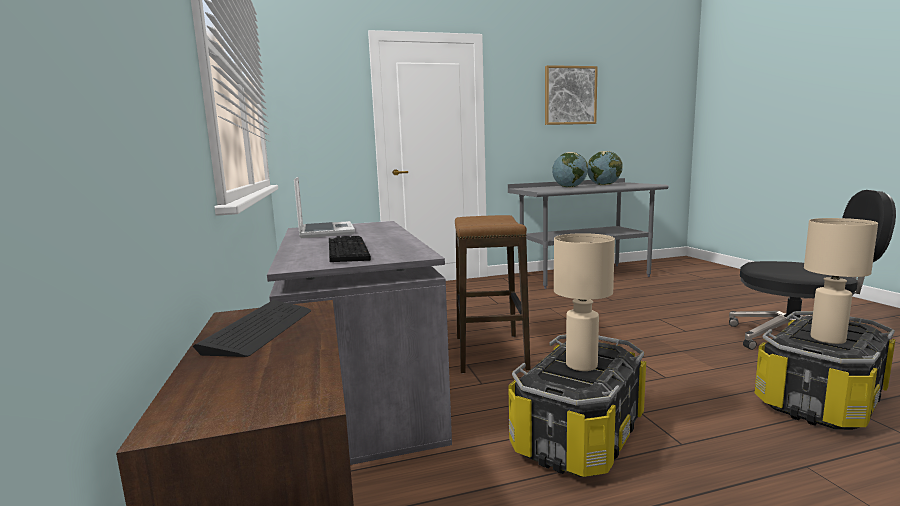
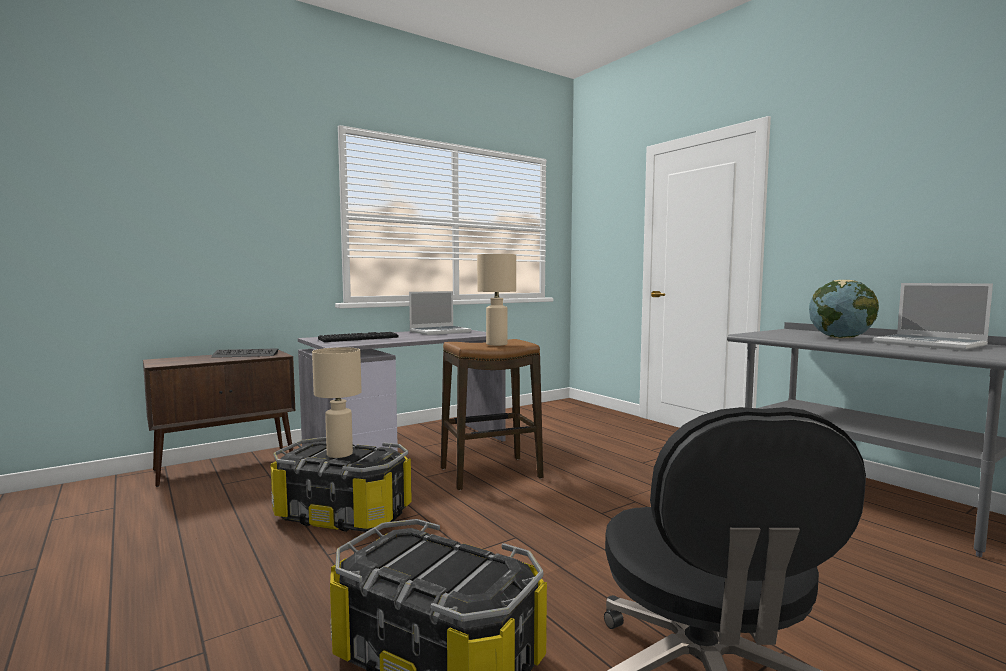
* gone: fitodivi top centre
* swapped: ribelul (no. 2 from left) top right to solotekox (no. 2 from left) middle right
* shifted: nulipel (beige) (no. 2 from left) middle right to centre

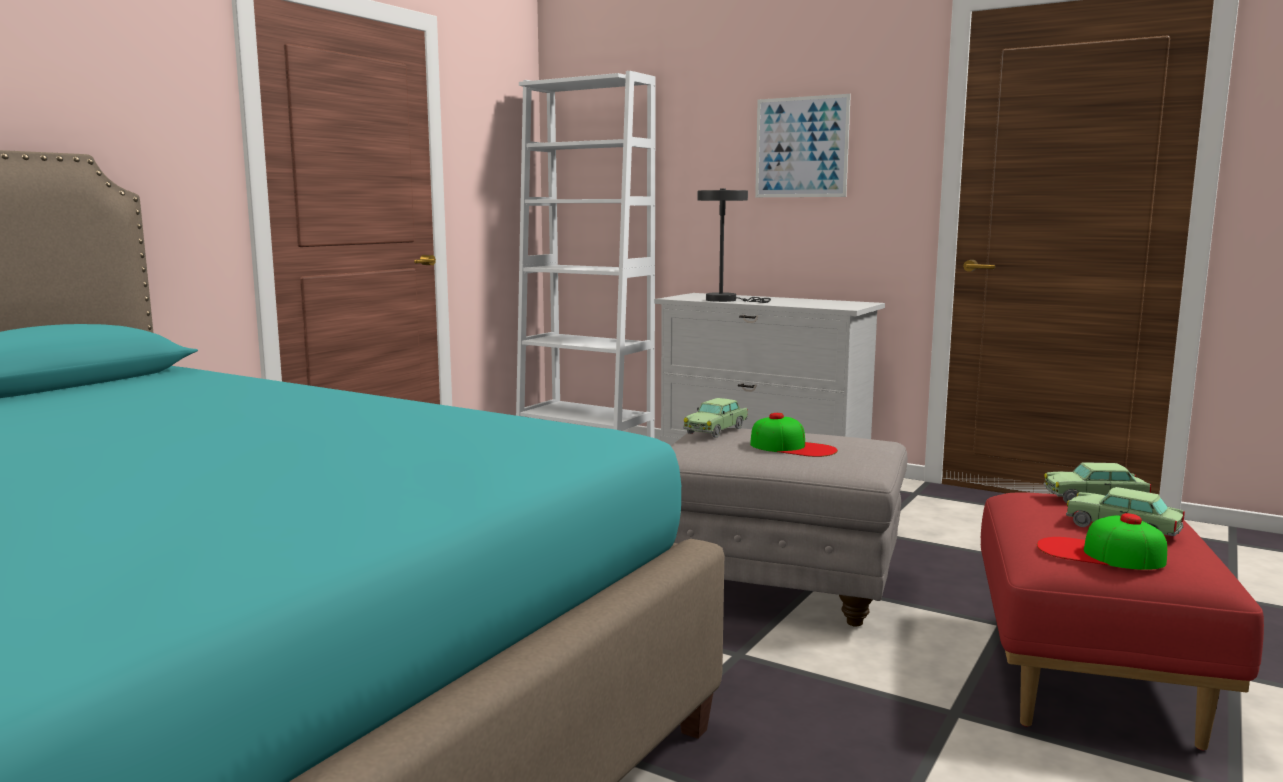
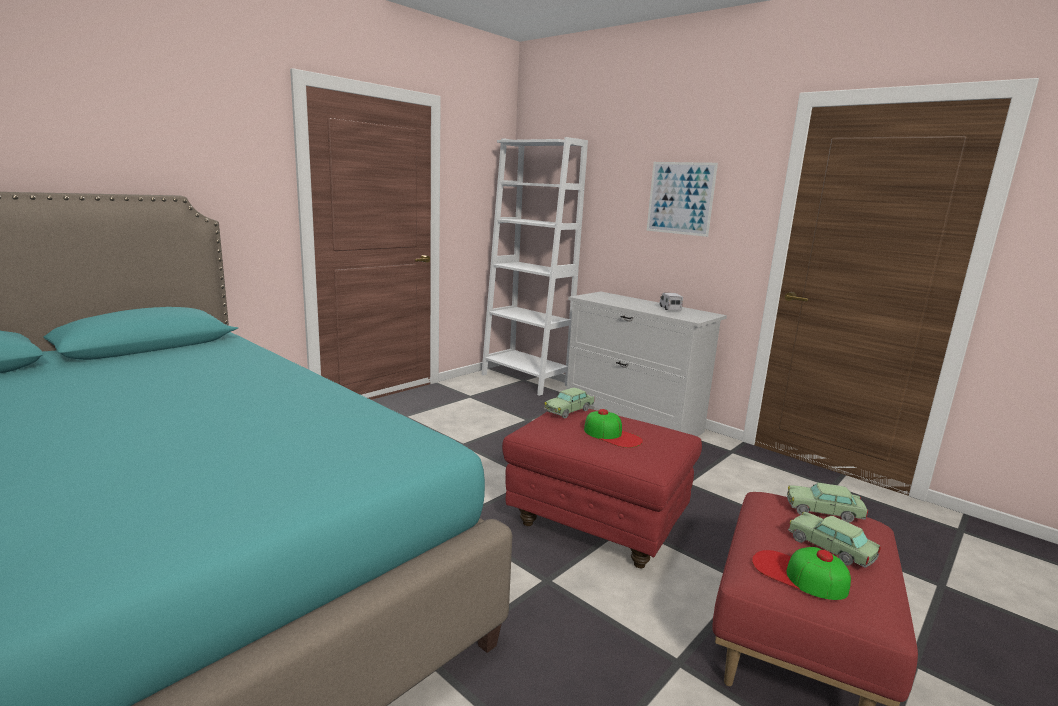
* repainted: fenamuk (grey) bottom centre to fenamuk (red) (no. 1 from left) bottom centre
* gone: nulipel (grey) top centre
* new: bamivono centre

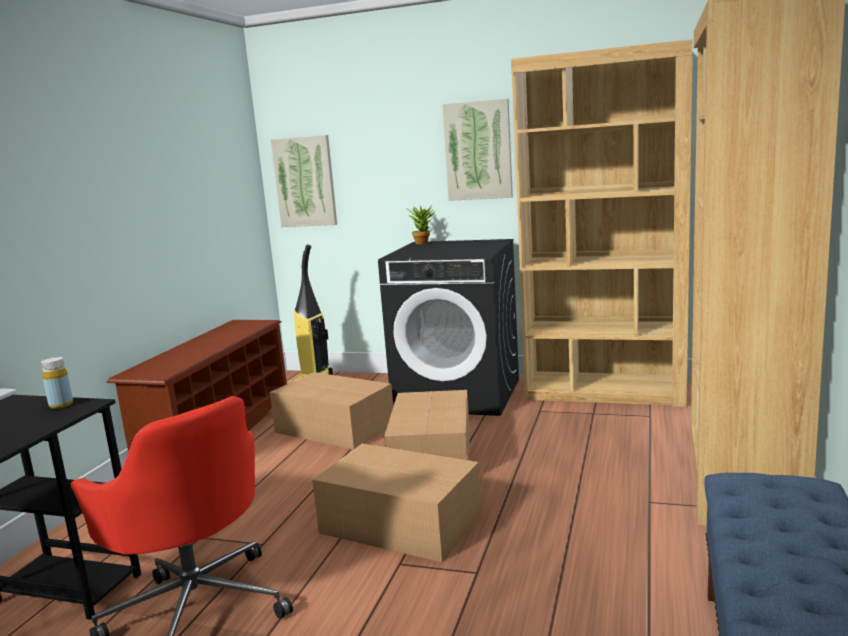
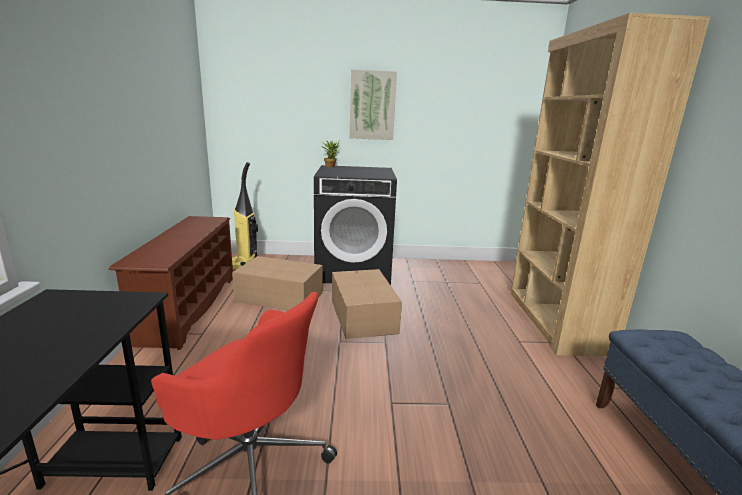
* gone: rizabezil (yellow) middle left
* gone: fitodivi (no. 1 from left) top centre
* gone: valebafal (no. 2 from left) bottom centre
* gone: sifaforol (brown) (no. 1 from left) middle right

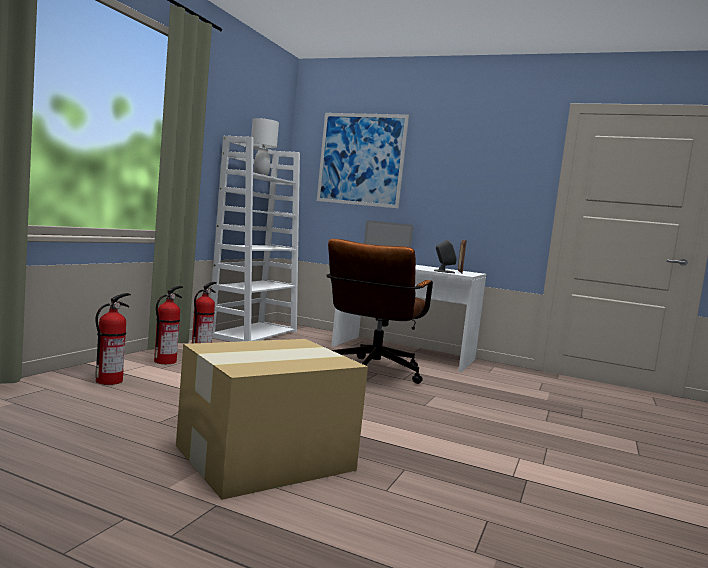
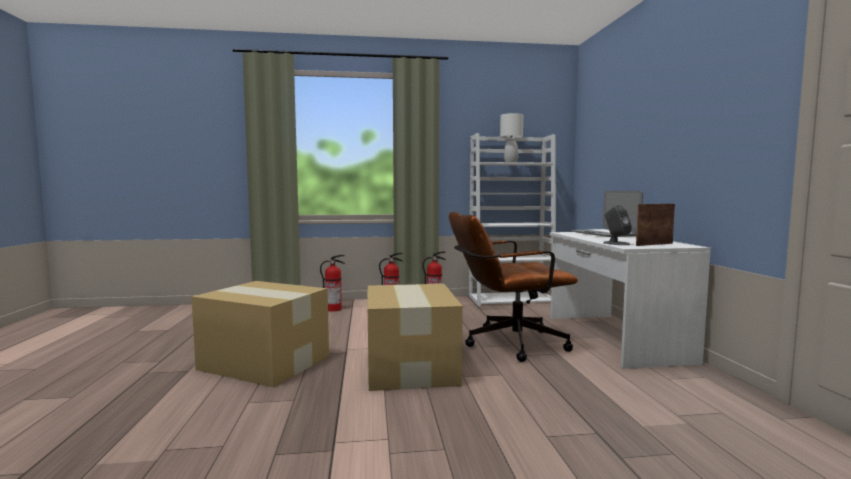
* gone: fitodivi top centre
* new: valebafal (no. 2 from left) bottom centre

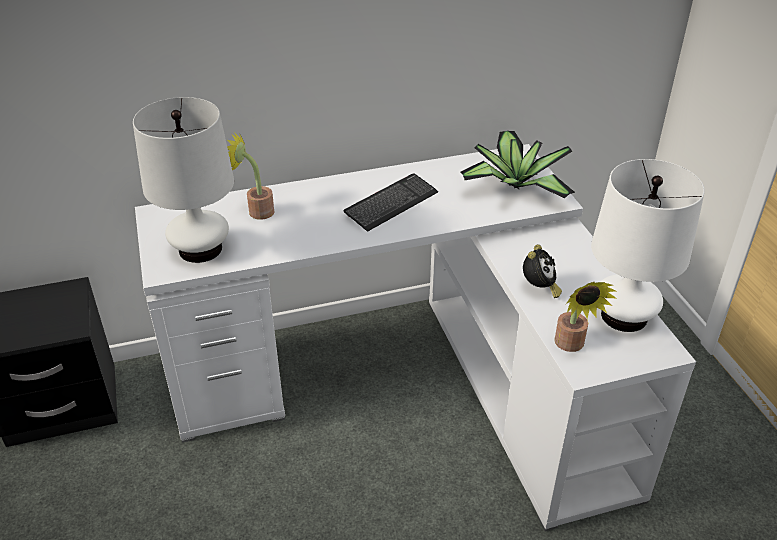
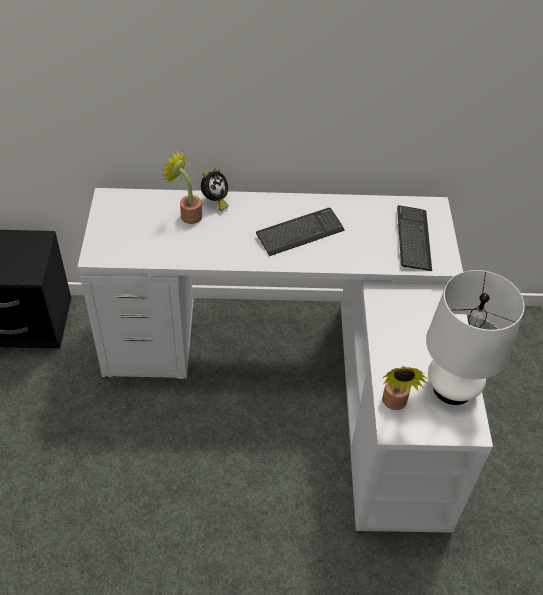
* gone: nulipel (white) (no. 1 from left) middle left
* swapped: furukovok (no. 2 from left) top centre to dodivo (no. 2 from left) middle right
* shifted: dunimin middle right to top centre

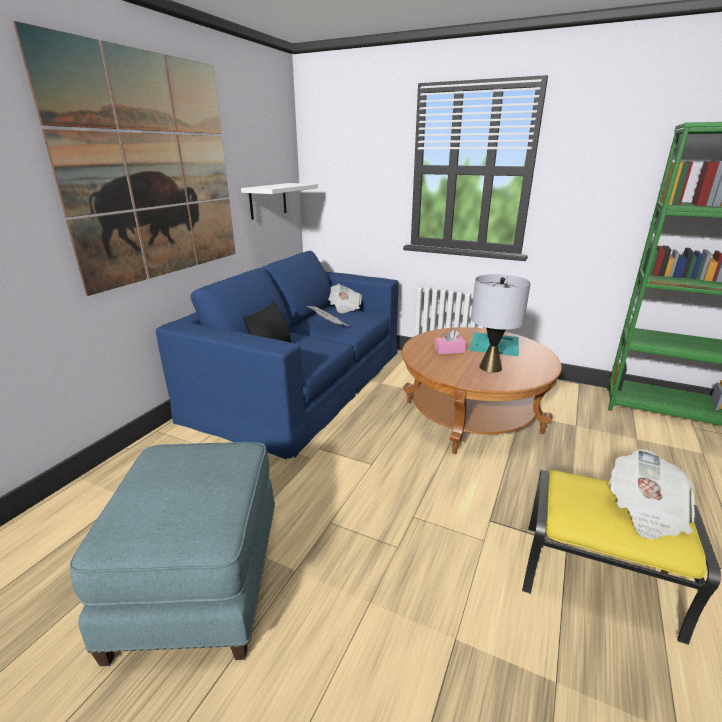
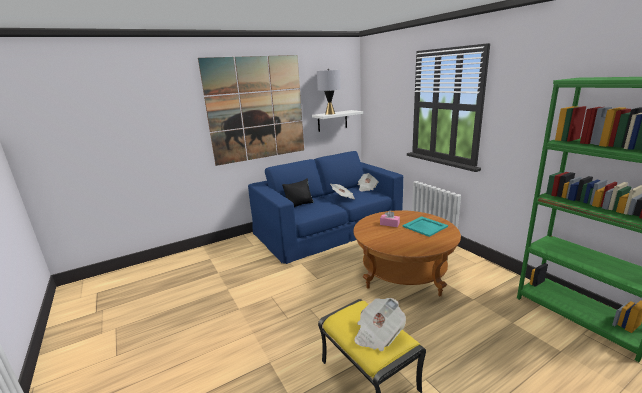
* gone: fenamuk (blue) bottom left
* shifted: nulipel (grey) middle right to top centre

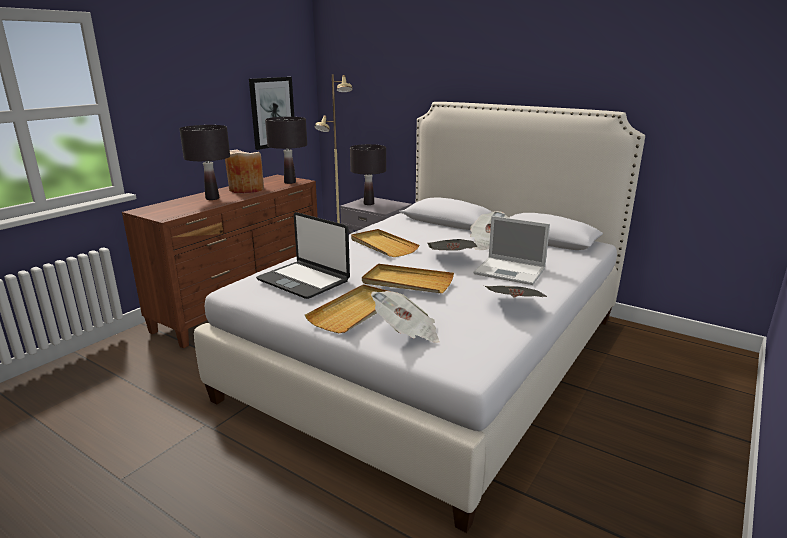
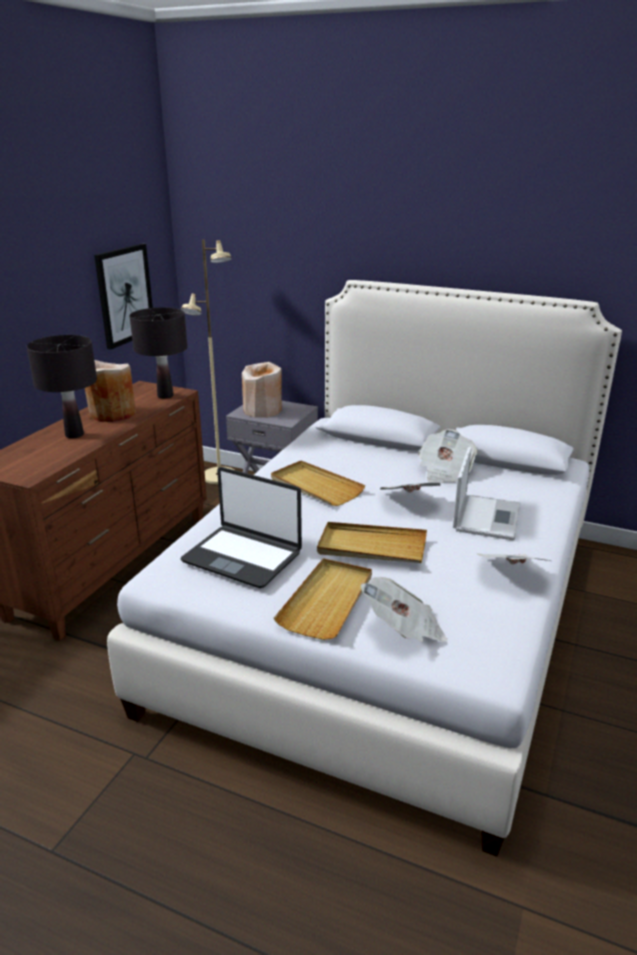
* swapped: nulipel (black) (no. 3 from left) top centre to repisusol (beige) (no. 2 from left) centre
* rotated: solotekox (no. 2 from left) centre = middle right 90 degrees counterclockwise

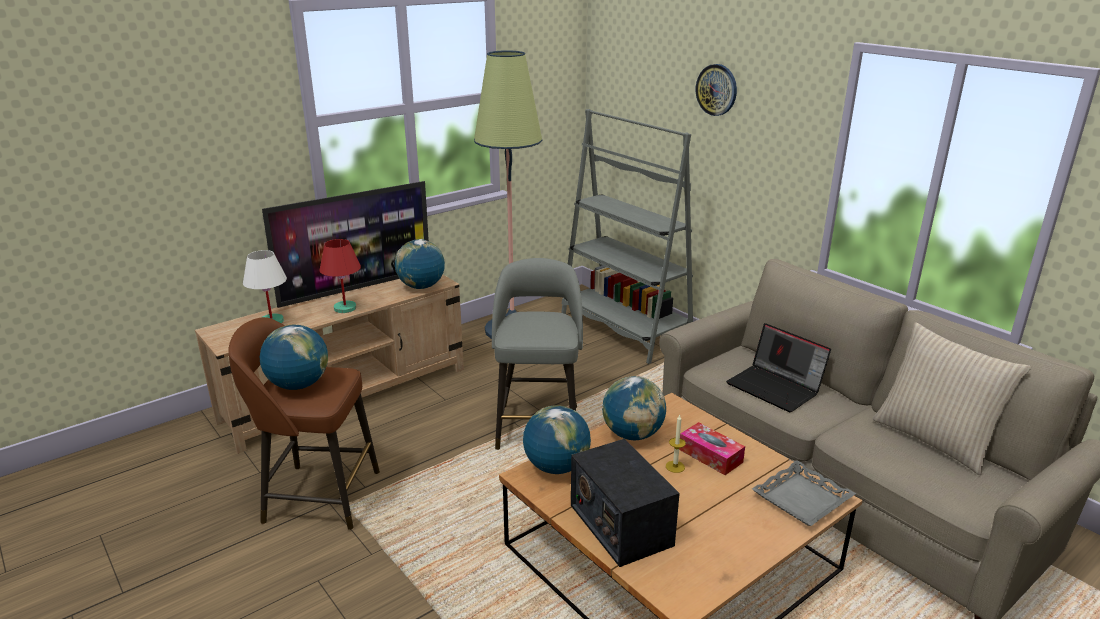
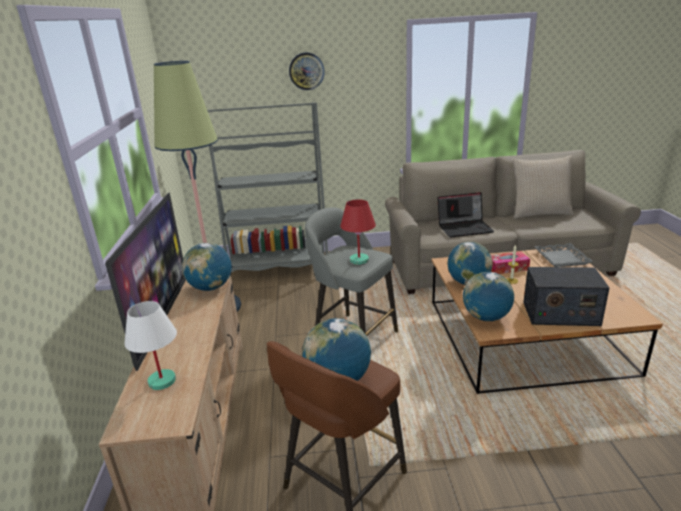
* shifted: nulipel (red) middle left to centre

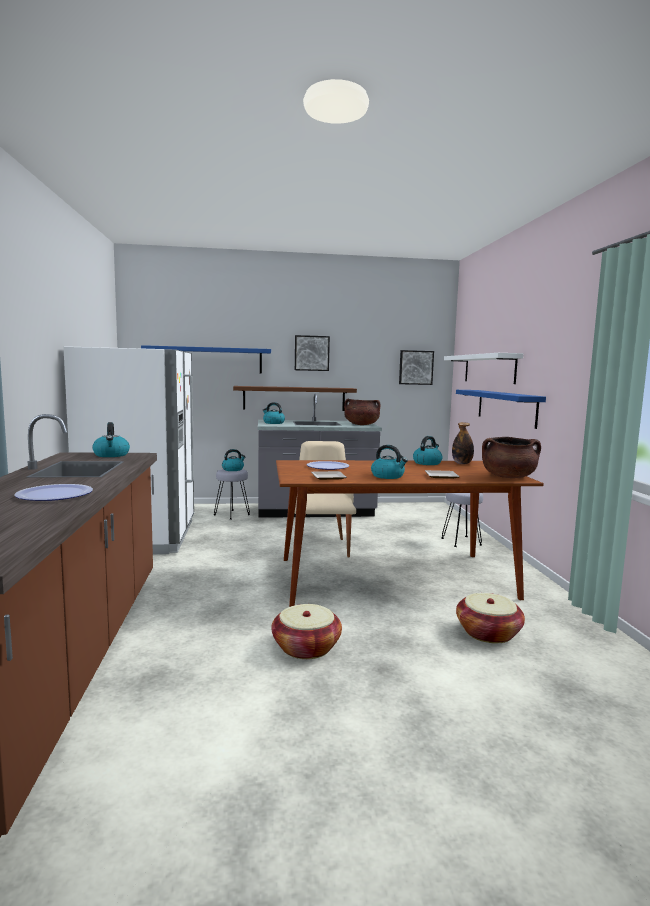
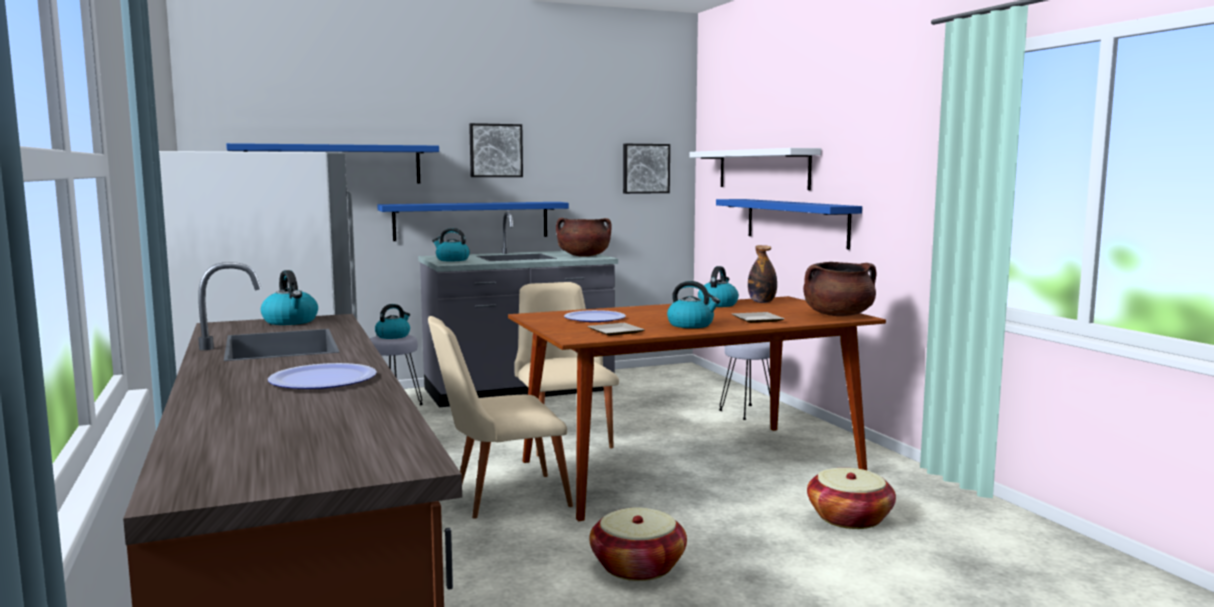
* repainted: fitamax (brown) centre to fitamax (blue) (no. 2 from left) centre
* new: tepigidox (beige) (no. 1 from left) bottom centre

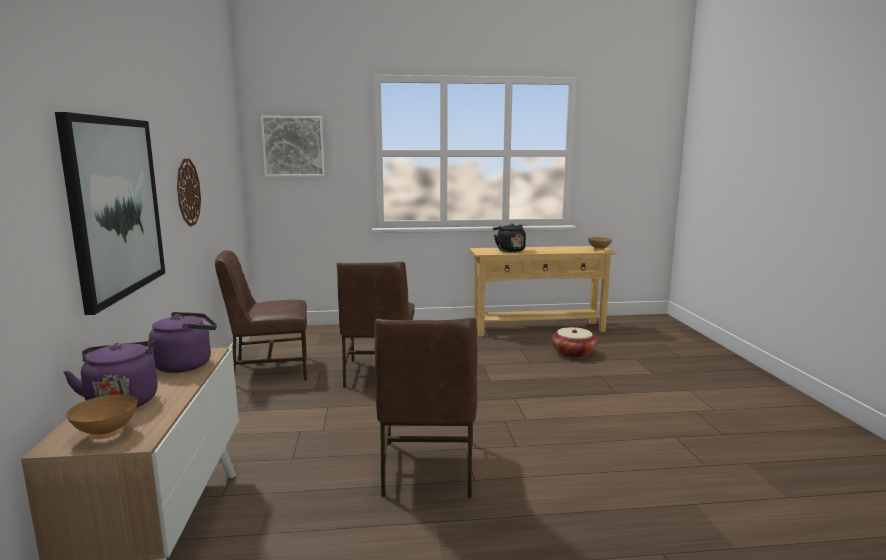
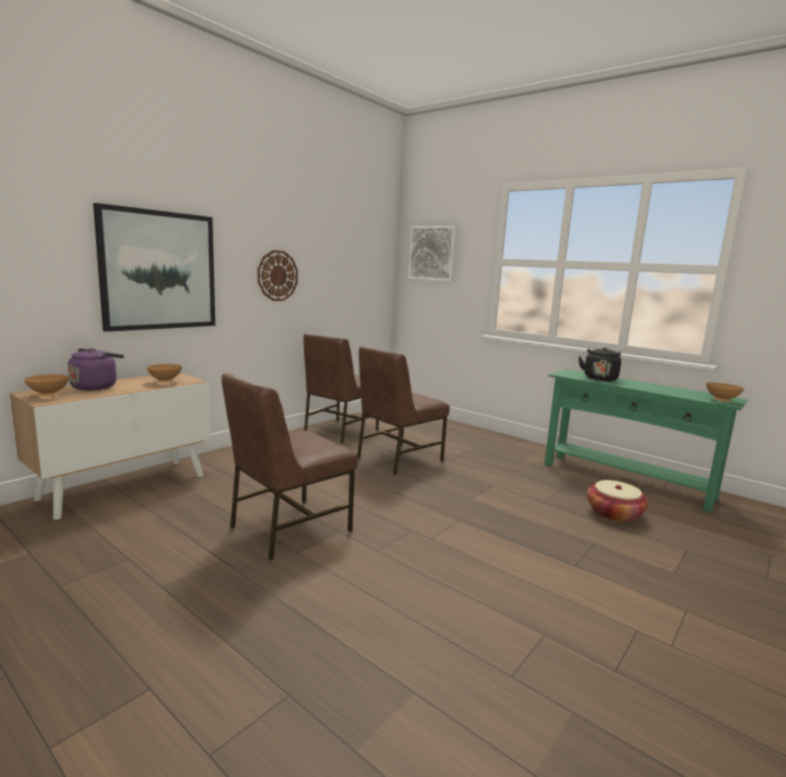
* swapped: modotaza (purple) (no. 2 from left) middle left to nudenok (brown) (no. 2 from left) middle left
* rotated: tepigidox (brown) (no. 1 from left in the first image) middle left = centre 90 degrees counterclockwise
* repainted: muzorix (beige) centre to muzorix (green) middle right

